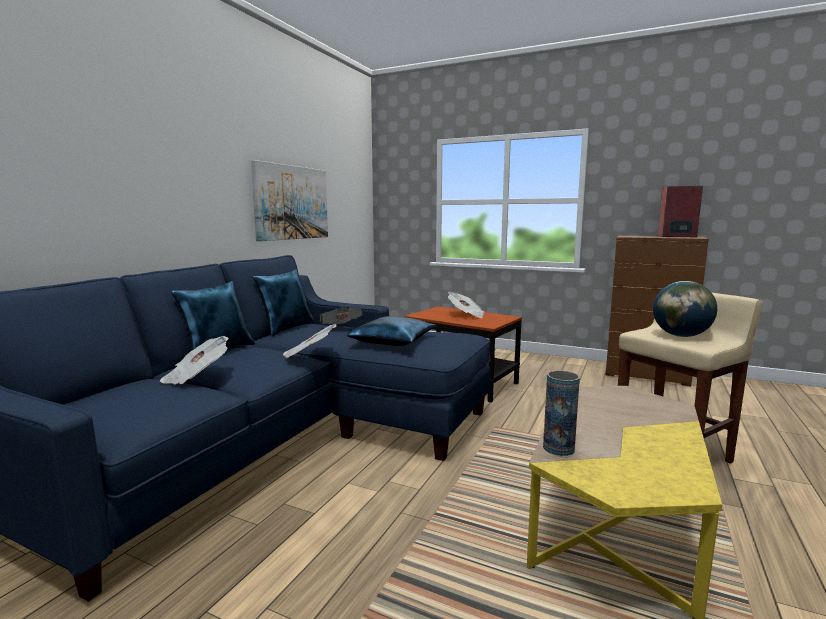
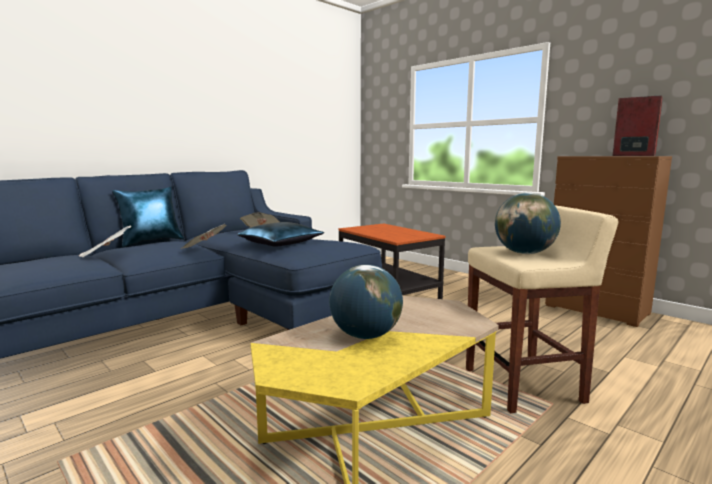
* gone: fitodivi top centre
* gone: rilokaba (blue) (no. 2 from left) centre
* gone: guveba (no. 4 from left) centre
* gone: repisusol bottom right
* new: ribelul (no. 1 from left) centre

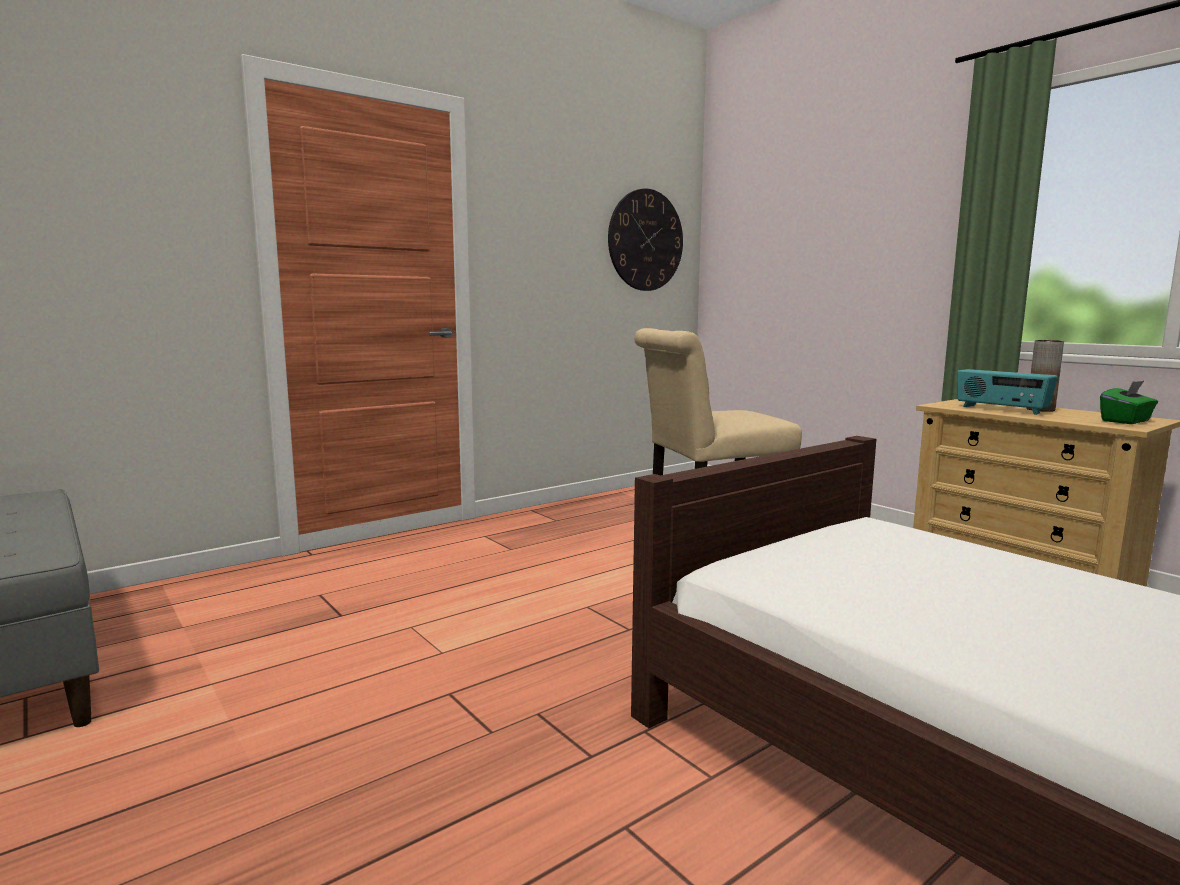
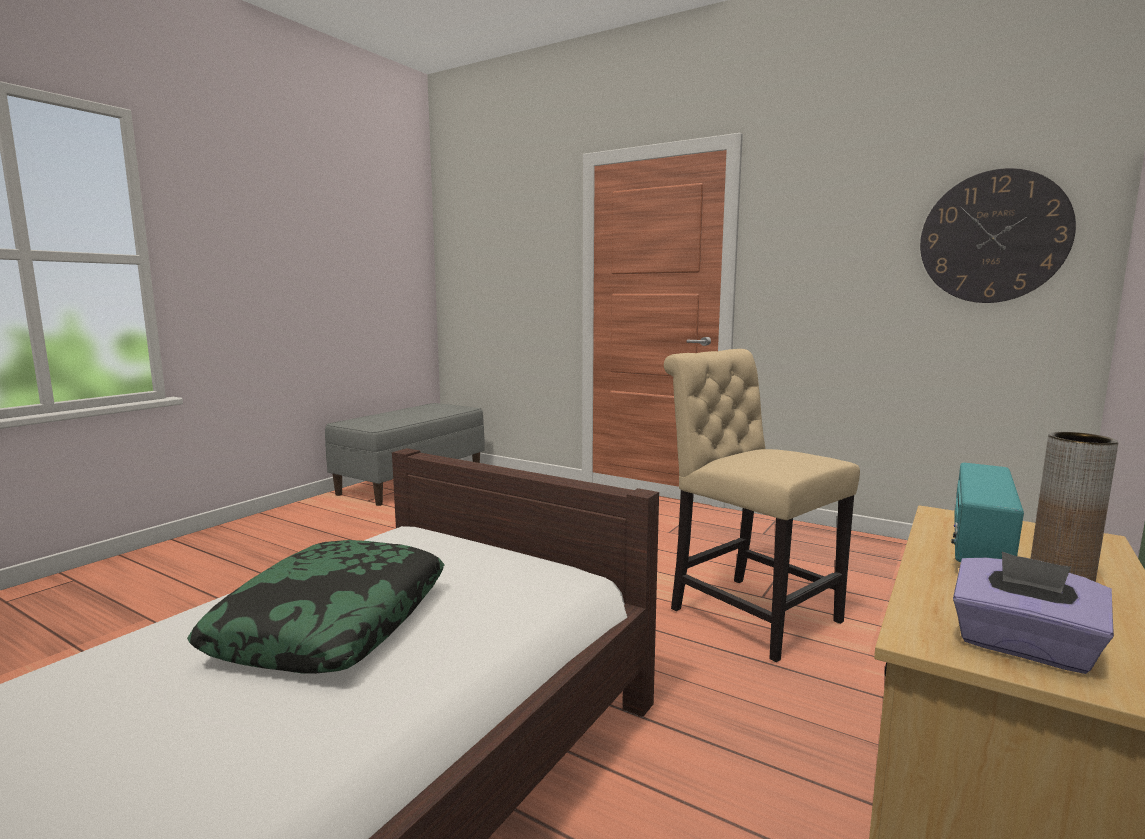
* repainted: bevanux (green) middle right to bevanux (purple) bottom right
* new: rilokaba bottom left

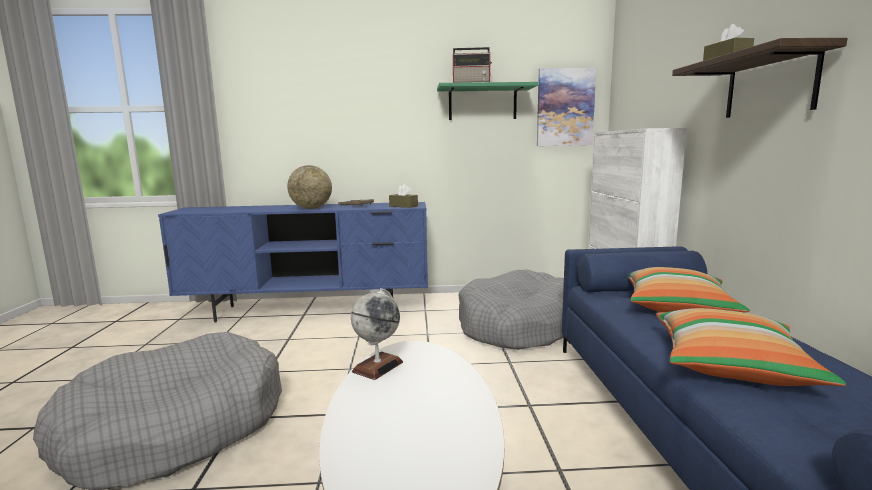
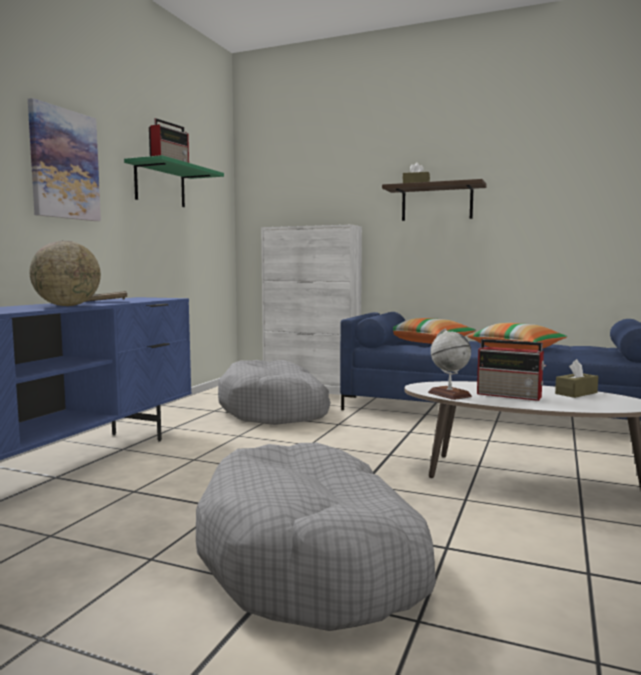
* shifted: bevanux (brown) (no. 1 from left in the first image) centre to bevanux (brown) (no. 2 from left) middle right
* shifted: fitodivi top centre to top left
* new: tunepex (no. 2 from left) middle right

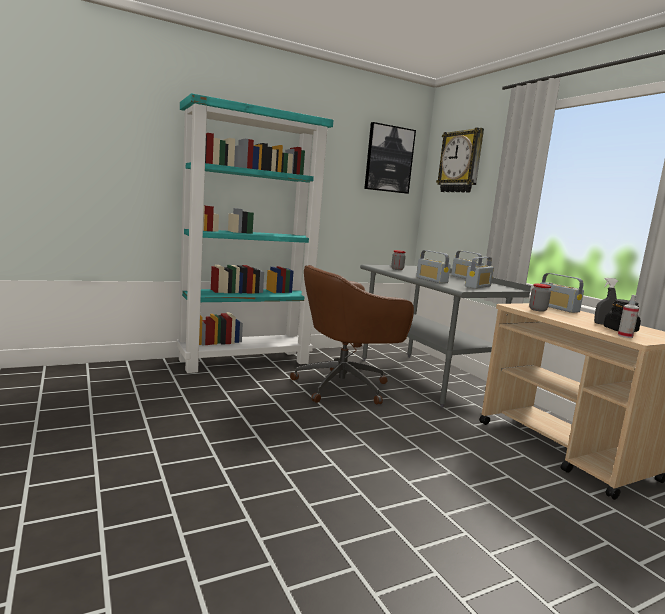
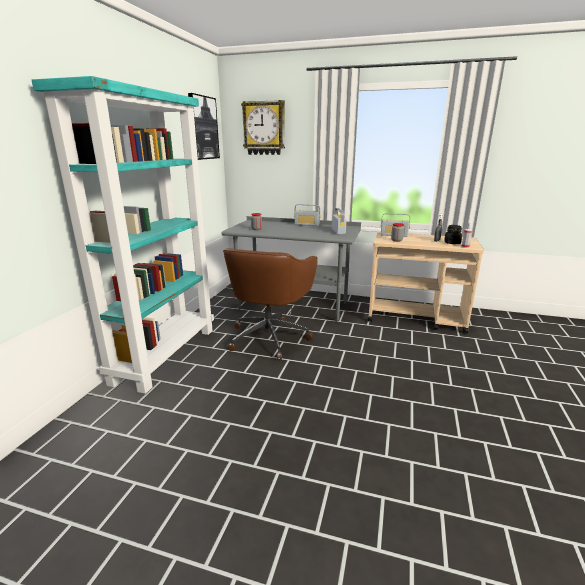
* gone: tunepex (no. 1 from left) centre

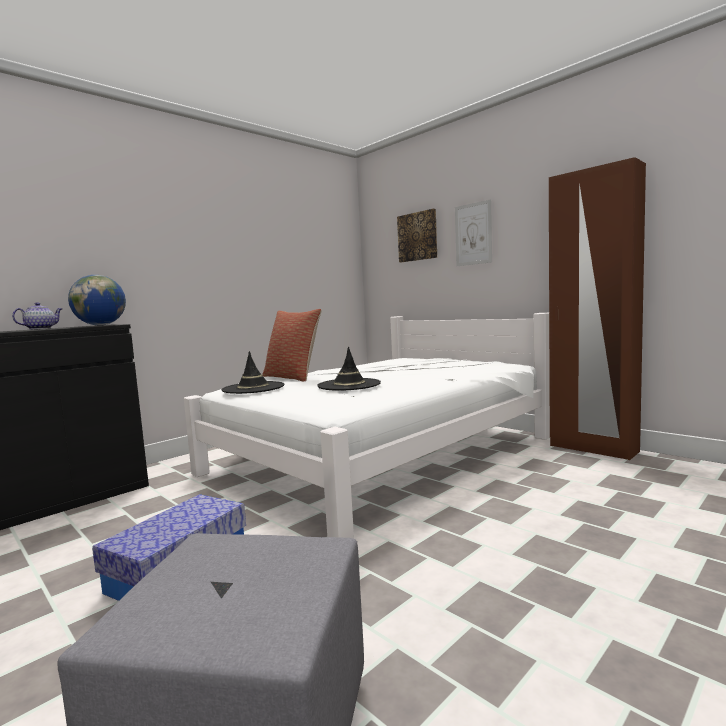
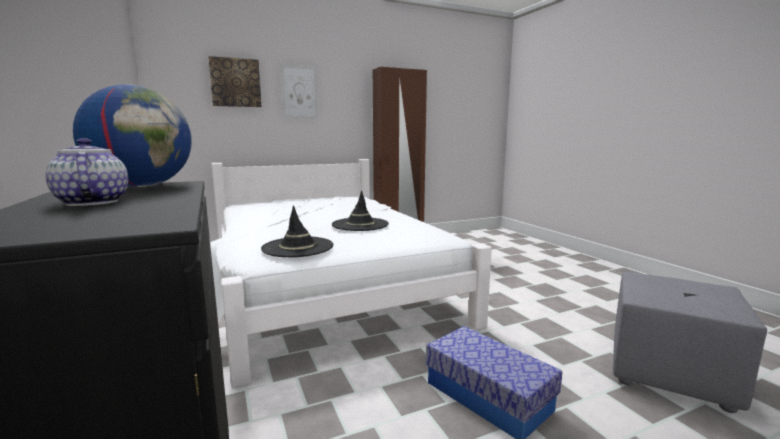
* gone: rilokaba centre

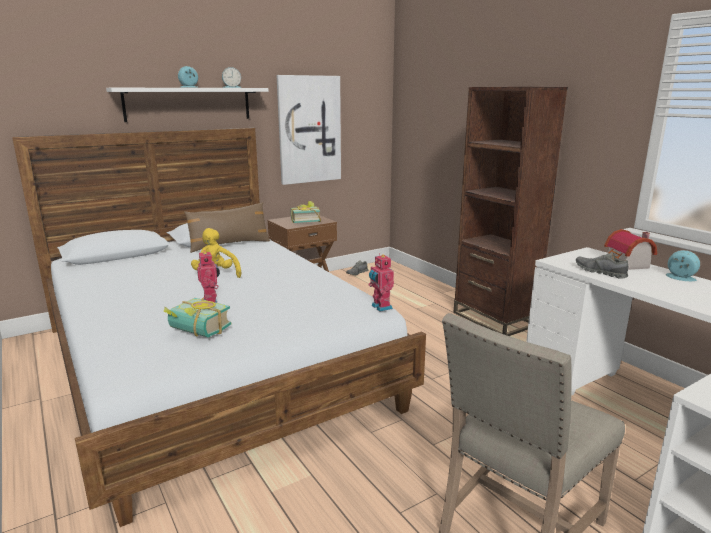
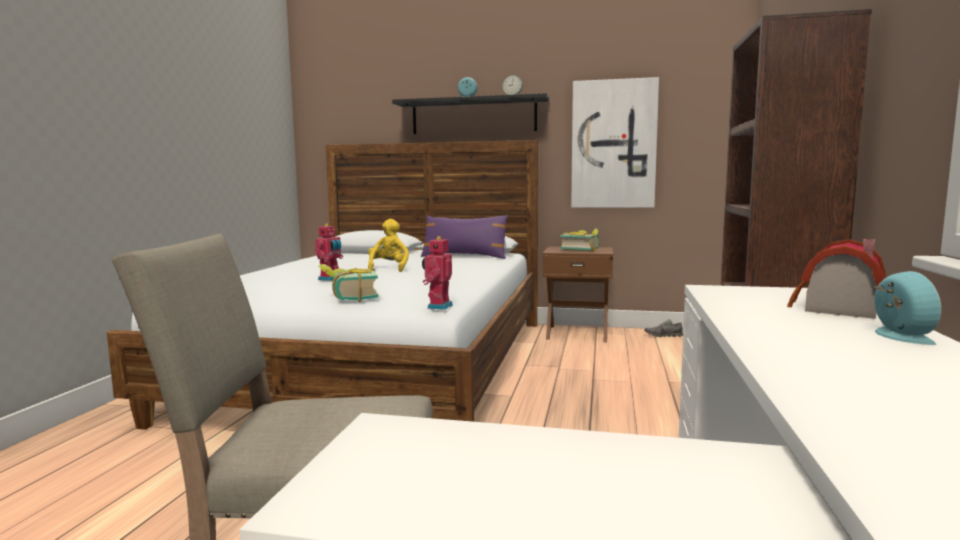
* repainted: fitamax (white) top left to fitamax (black) top centre
* shifted: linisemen (no. 1 from left) middle left to centre
* repainted: rilokaba (brown) middle left to rilokaba (purple) centre
* gone: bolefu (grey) (no. 2 from left) middle right

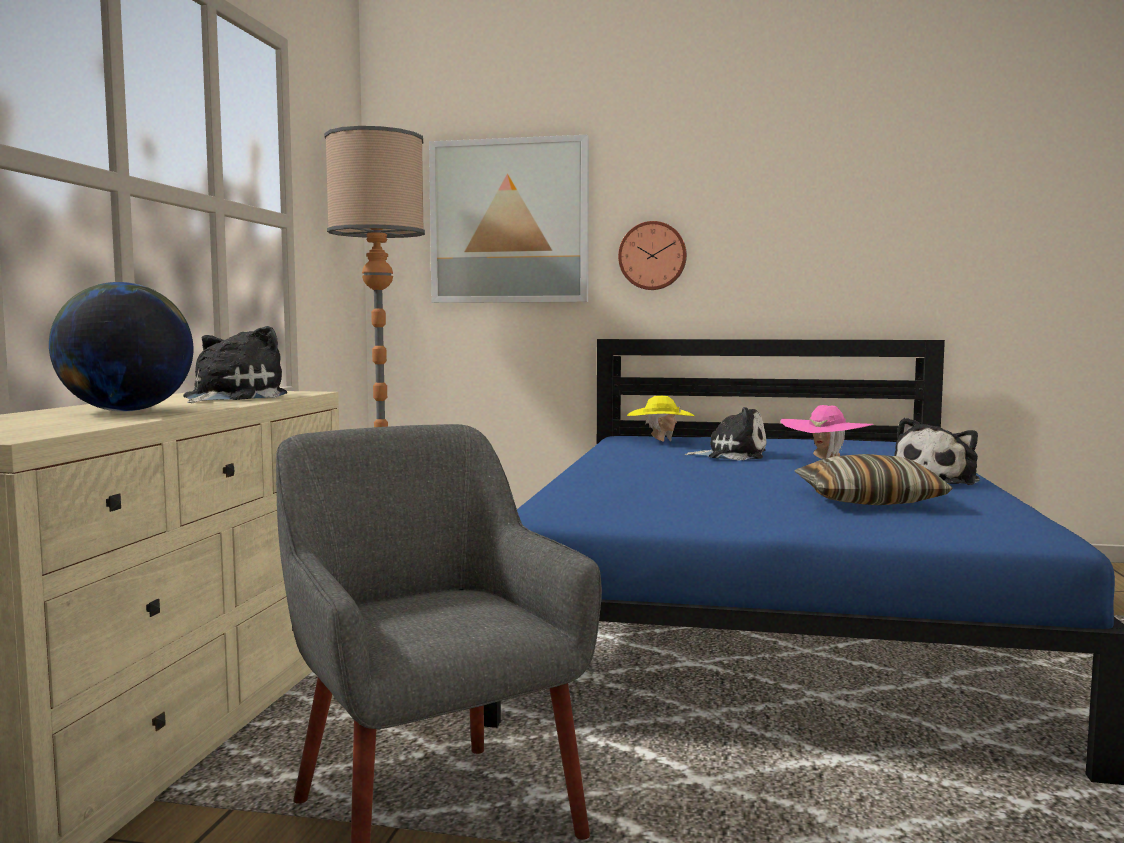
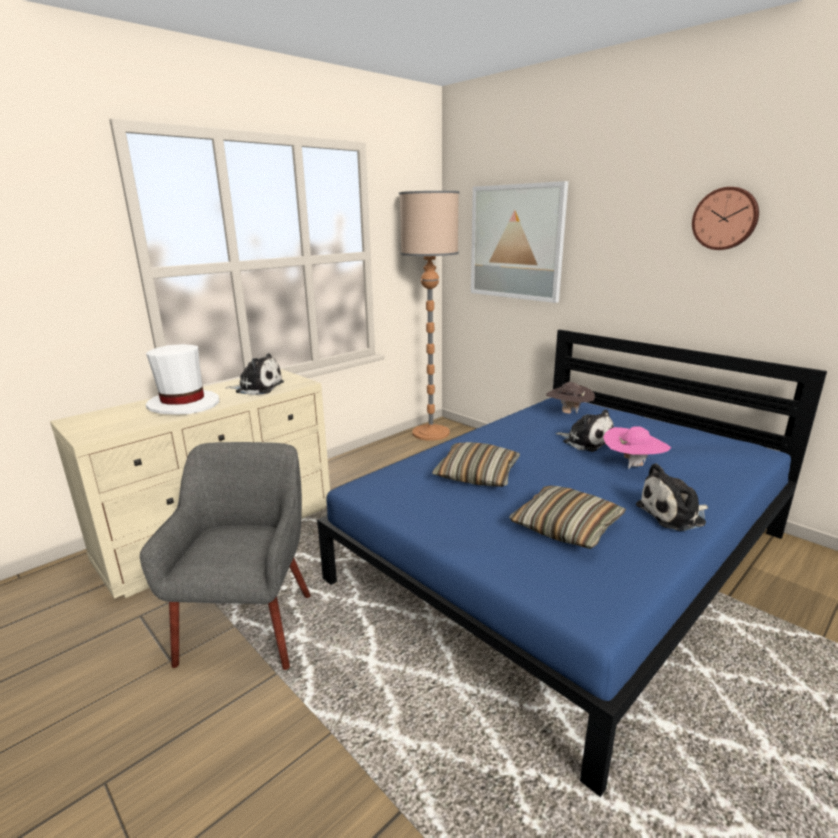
* swapped: ribelul middle left to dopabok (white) middle left
* rotated: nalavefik (no. 1 from left) middle left = middle left 45 degrees clockwise
* shifted: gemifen top centre to top right
* repainted: dopabok (yellow) centre to dopabok (brown) middle right
* new: rilokaba (no. 1 from left) centre

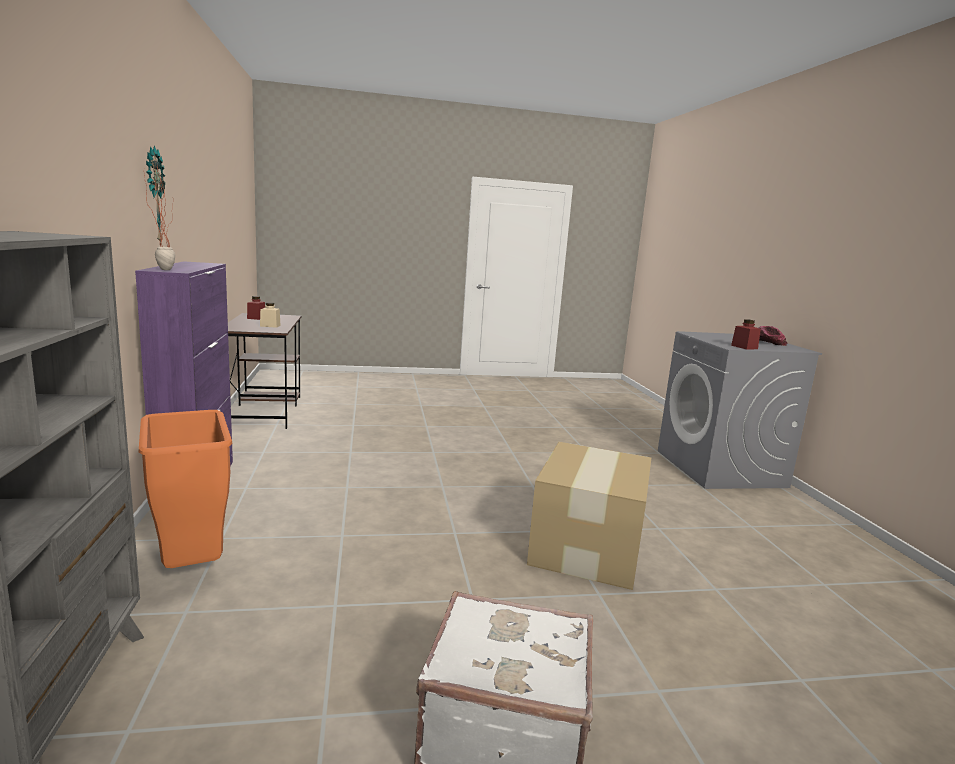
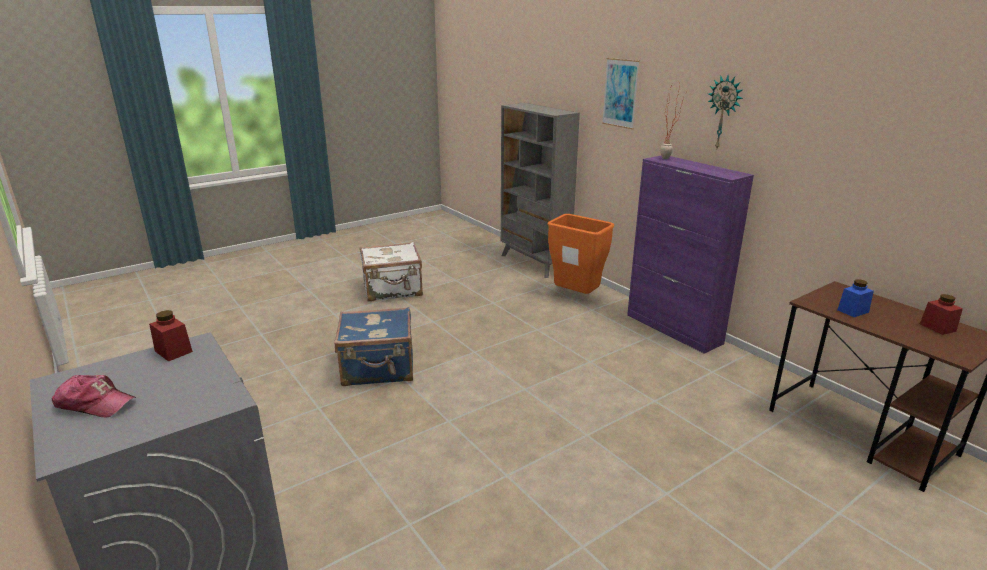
* repainted: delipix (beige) middle left to delipix (blue) middle right
* swapped: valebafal bottom centre to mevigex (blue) centre
* new: fitodivi top centre

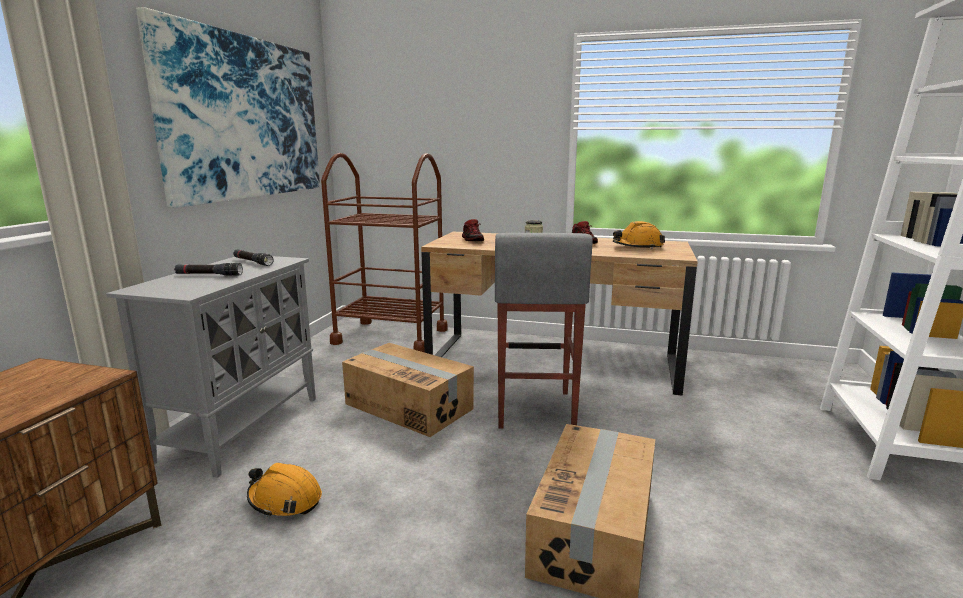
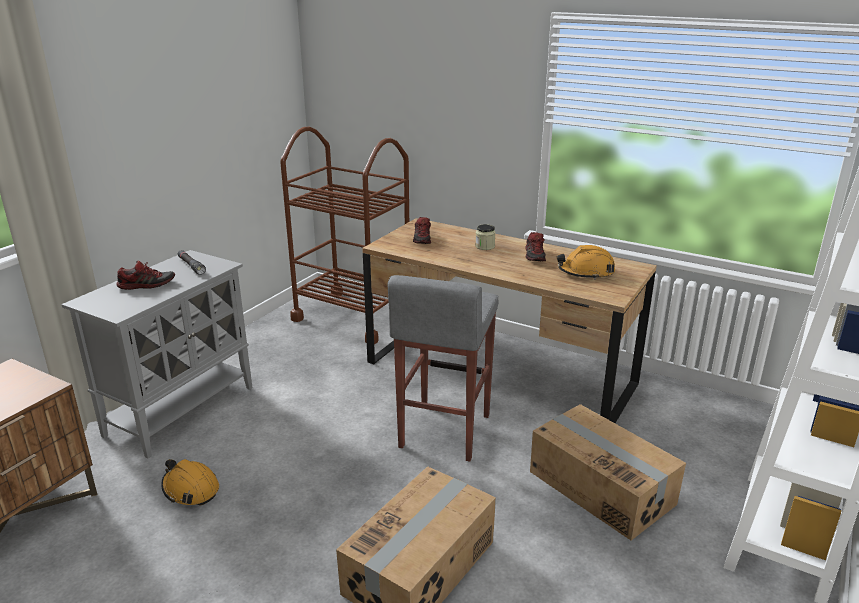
* gone: fitodivi top left
* swapped: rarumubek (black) (no. 1 from left) middle left to bolefu (no. 1 from left) middle left
* shifted: valebafal (no. 1 from left in the first image) centre to valebafal (no. 2 from left) bottom right

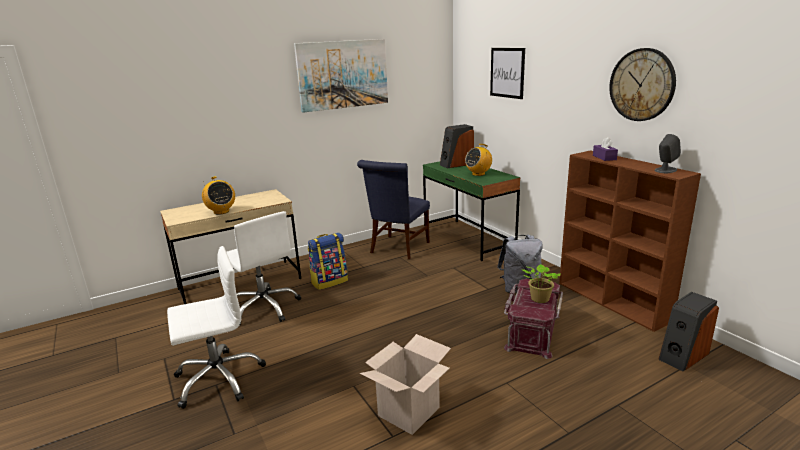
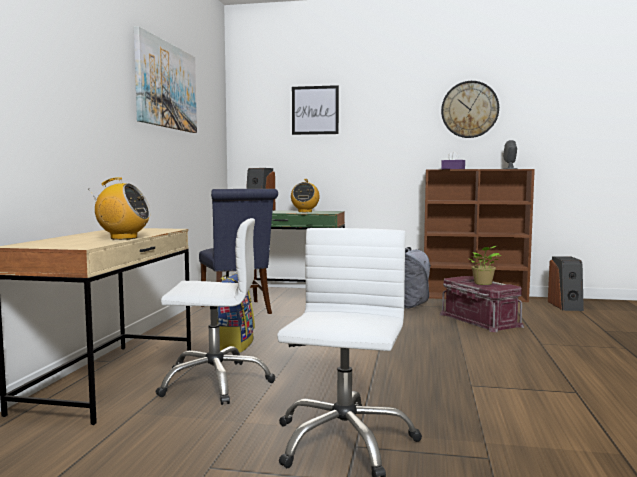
* gone: valebafal bottom centre

